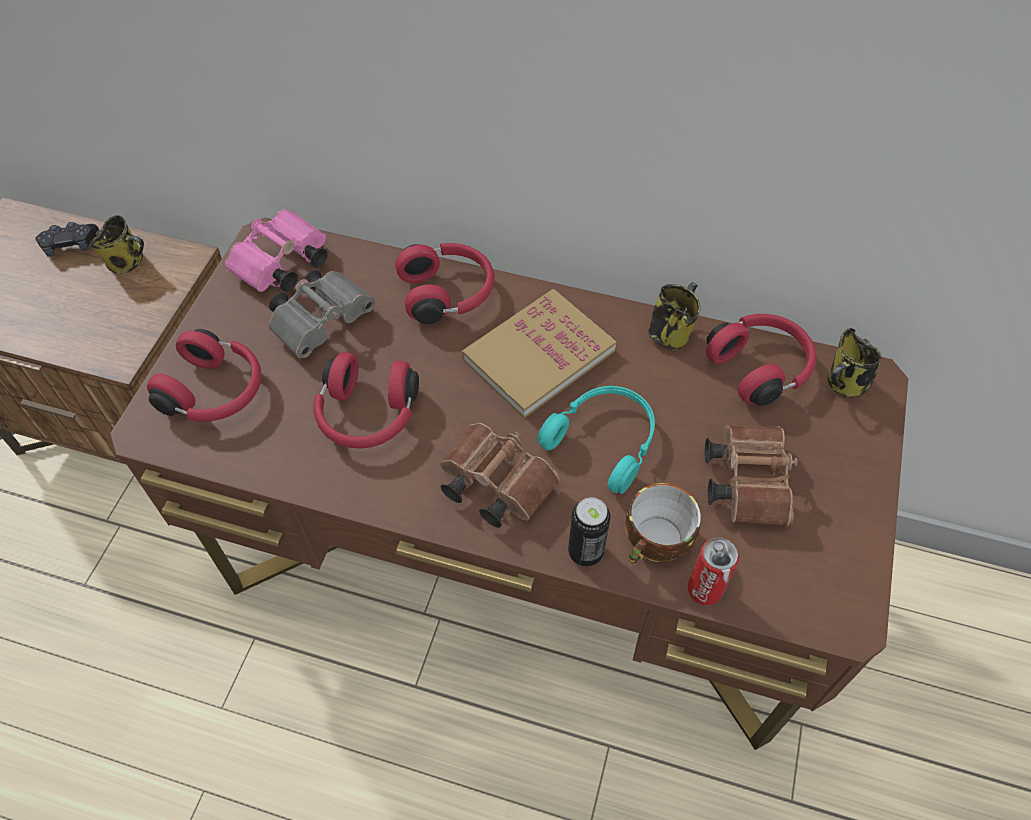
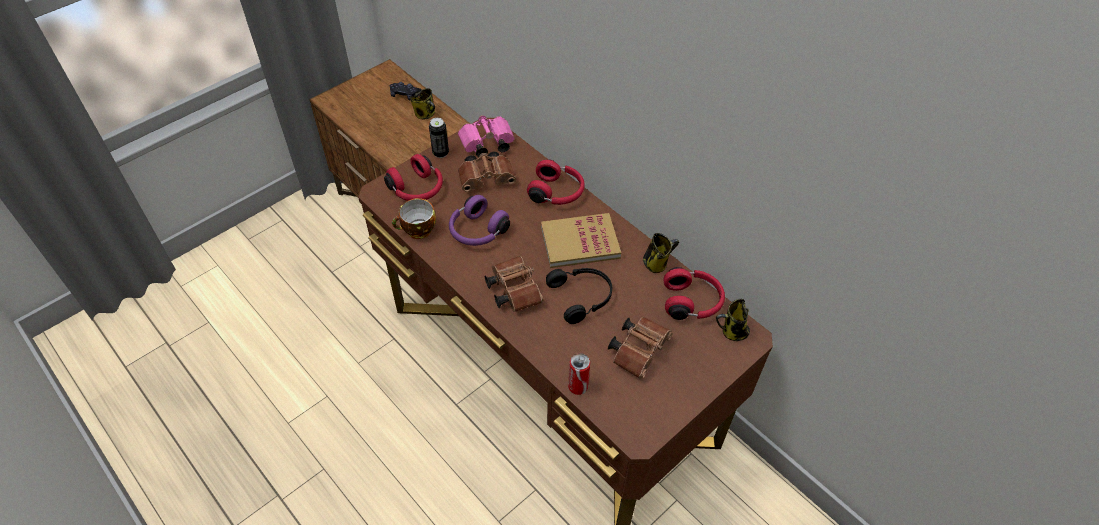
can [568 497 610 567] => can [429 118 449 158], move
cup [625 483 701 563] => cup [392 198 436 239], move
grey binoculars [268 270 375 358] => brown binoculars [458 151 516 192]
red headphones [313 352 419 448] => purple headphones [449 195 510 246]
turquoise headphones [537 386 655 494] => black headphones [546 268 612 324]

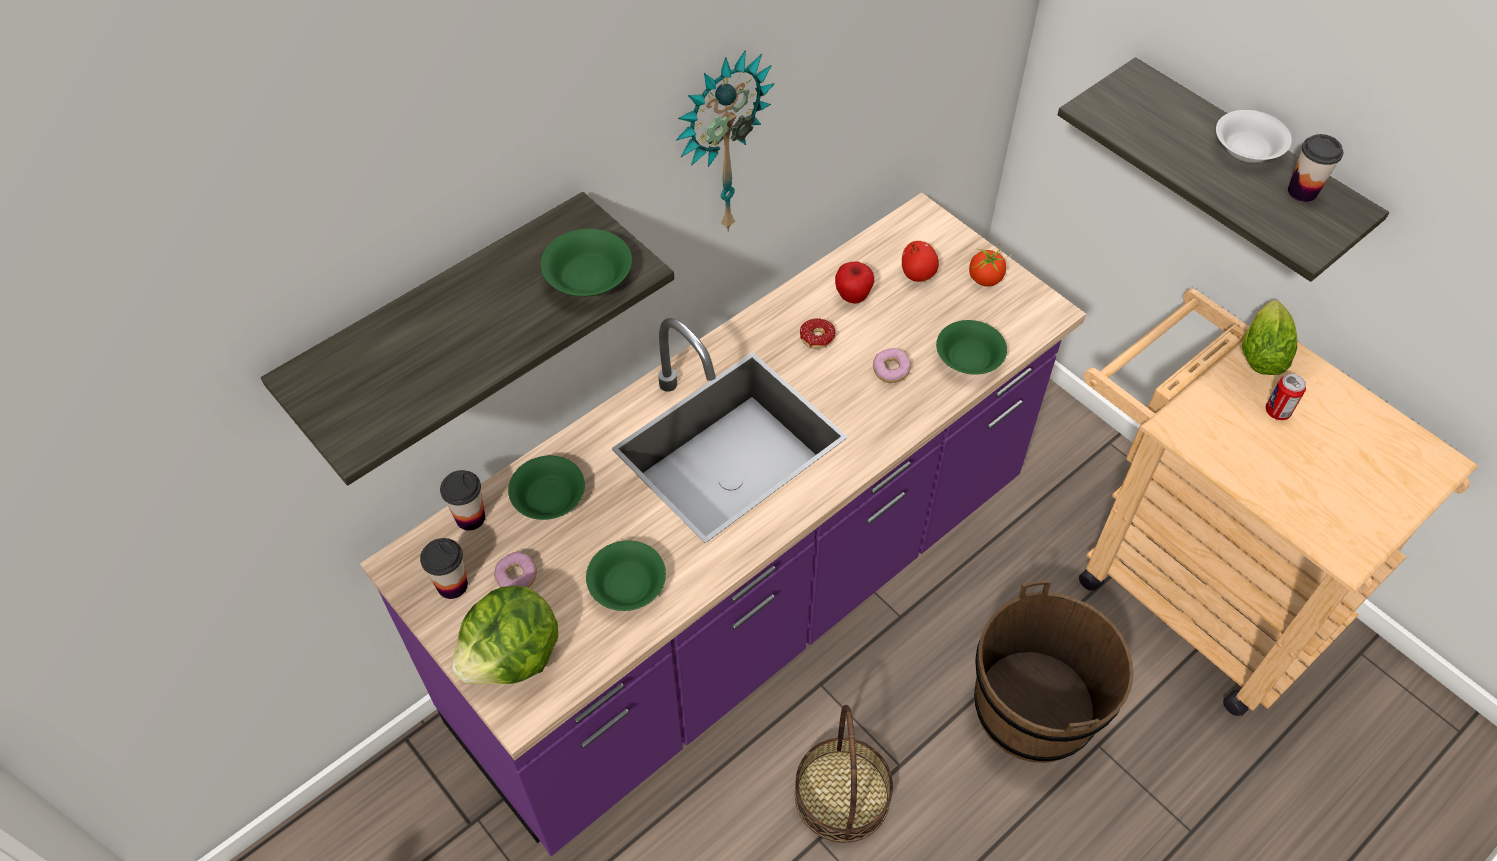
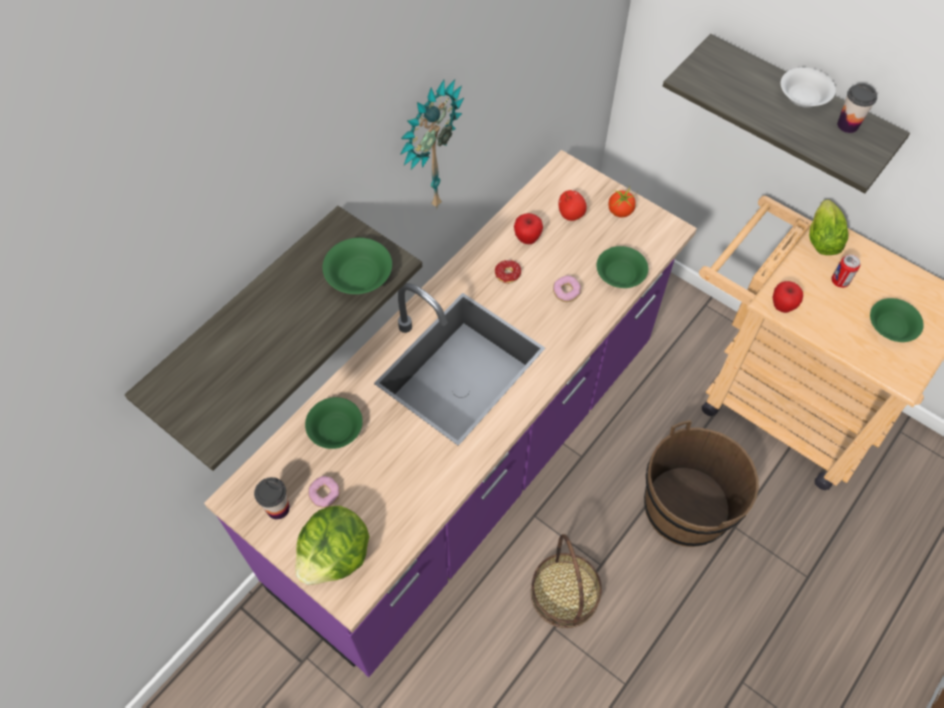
cup [440 470 485 531] => nothing
nothing => apple [772 281 803 313]
green bowl [586 540 666 611] => green bowl [870 298 924 342], move

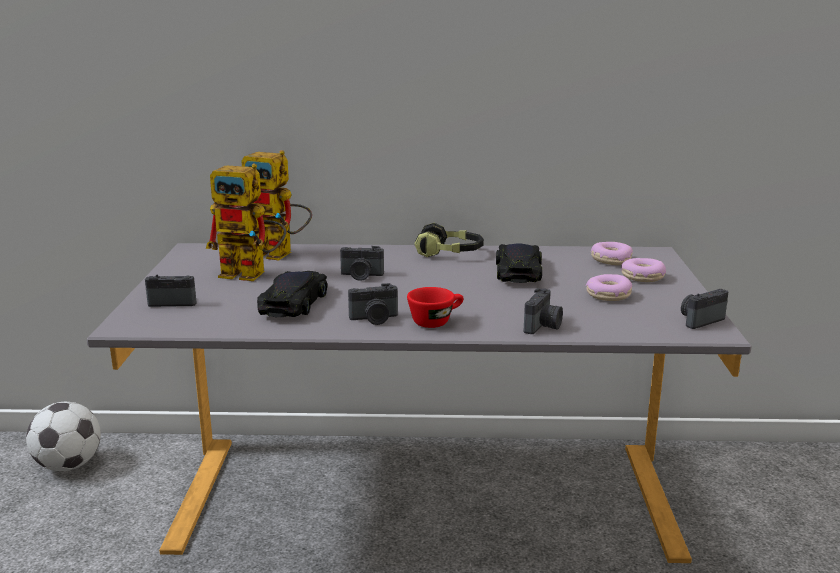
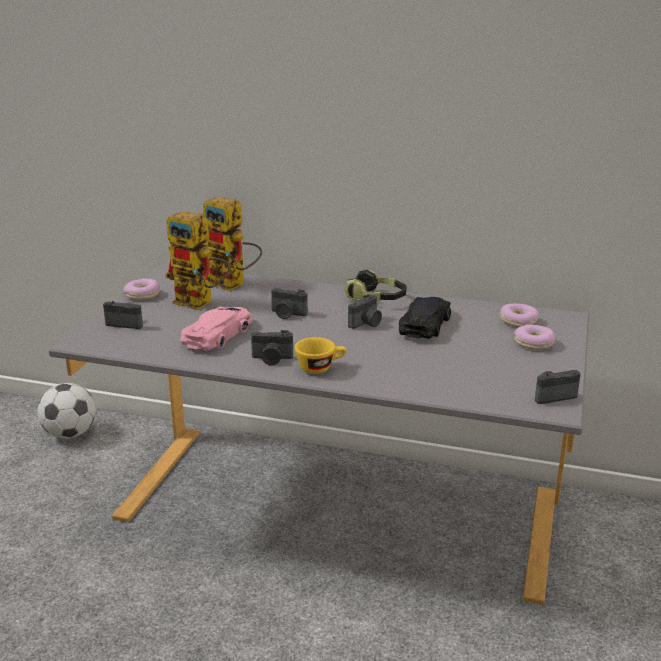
photo camera [524 288 563 334] => photo camera [348 294 382 329], move
donut [585 274 632 301] => donut [124 279 160 300], move
black toy car [257 271 328 317] => pink toy car [180 307 252 350]
red cup [407 287 464 328] => yellow cup [295 337 346 374]

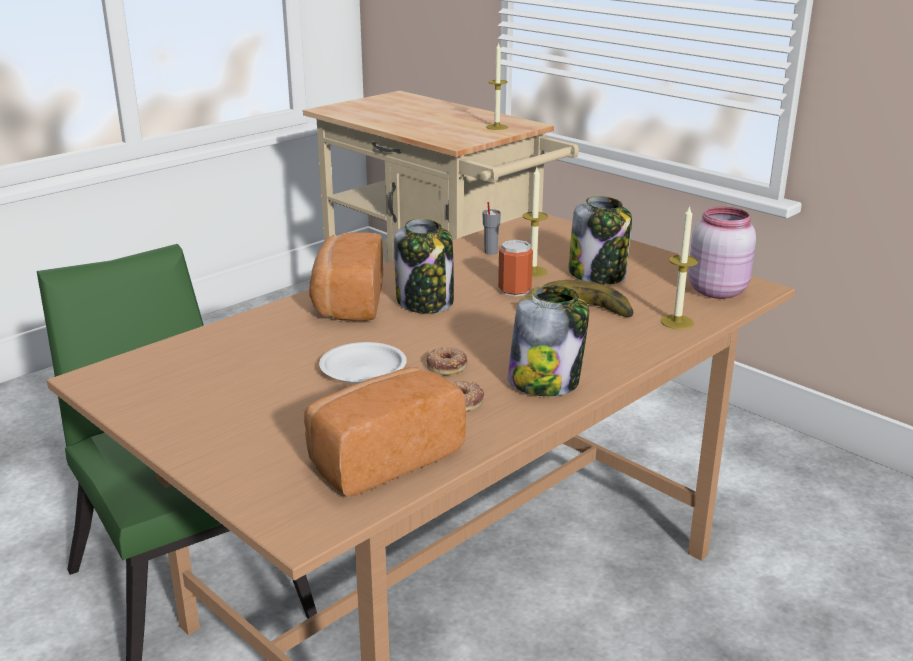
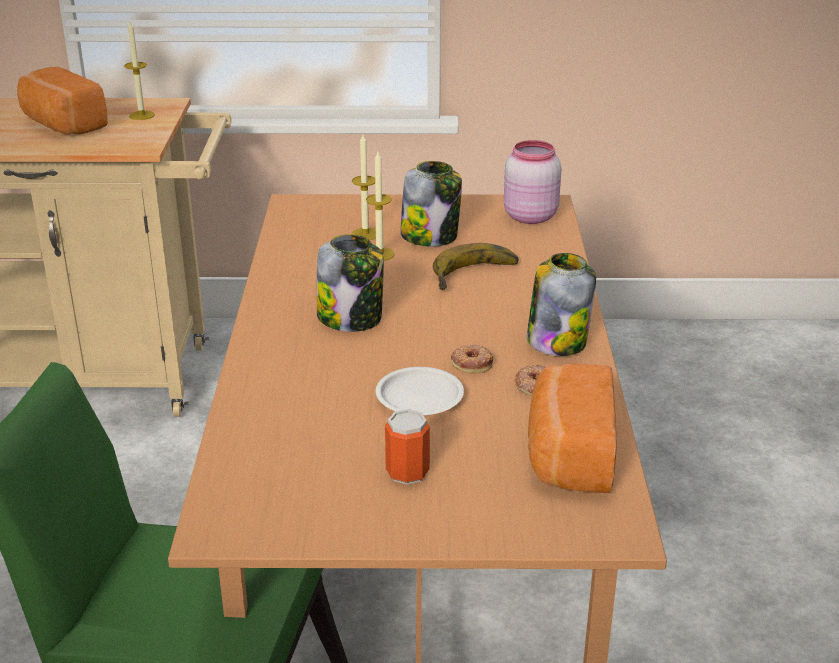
grey cup [482 202 501 255] => nothing
bread [309 232 383 321] => bread [17 67 108 135], move
can [498 240 533 297] => can [385 409 430 485], move
candle [661 205 698 329] => candle [352 134 376 240], move

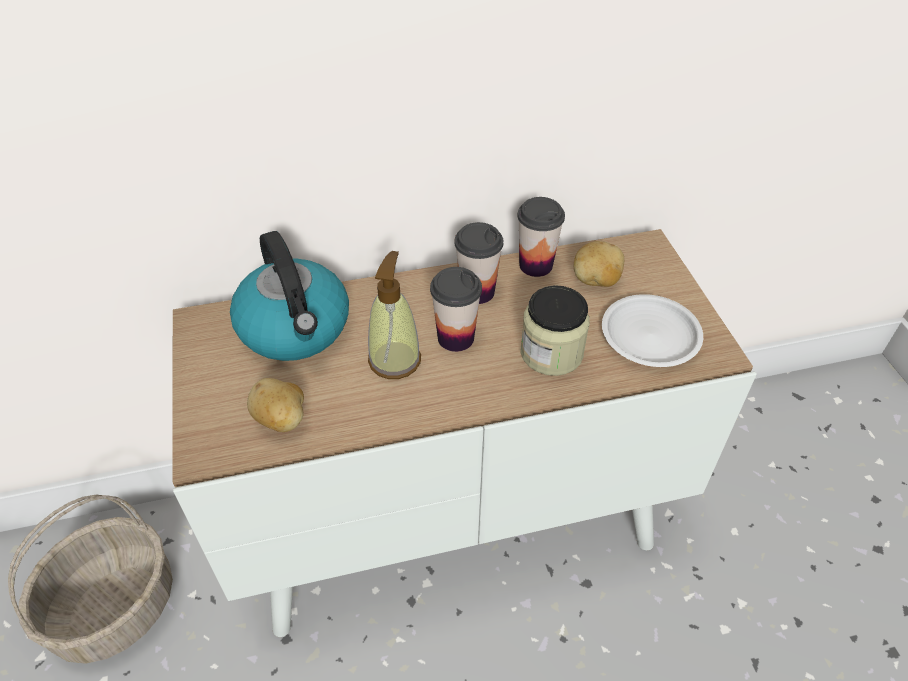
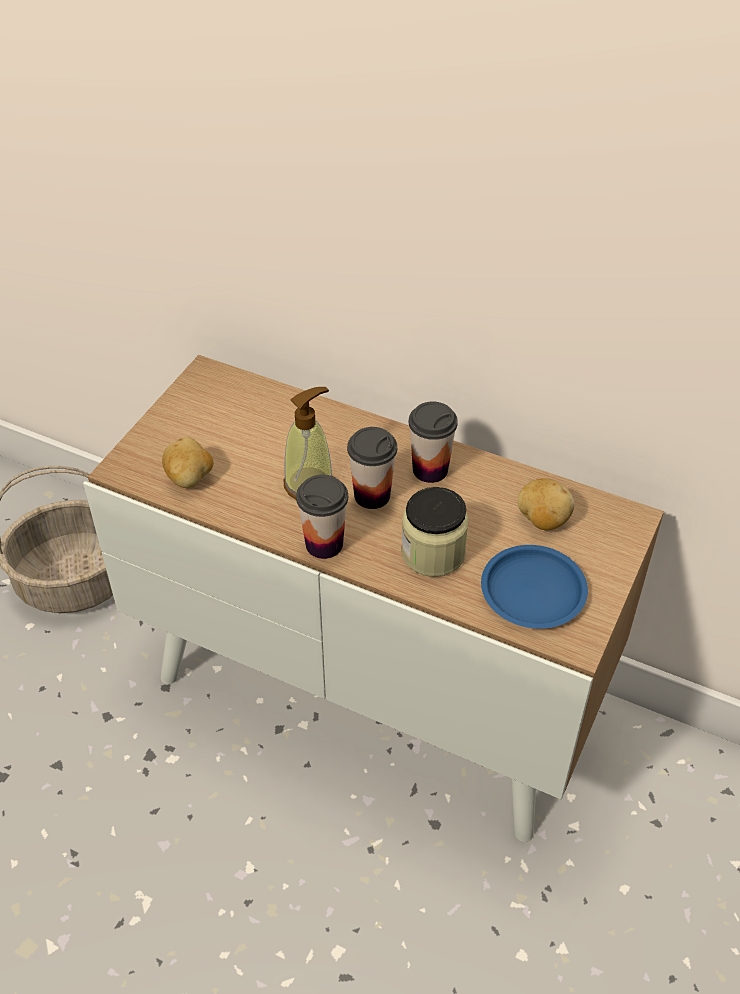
kettle [230 231 349 361] => nothing
cup [517 197 565 277] => cup [296 475 348 559], move
white plate [602 294 703 367] => blue plate [481 545 588 629]

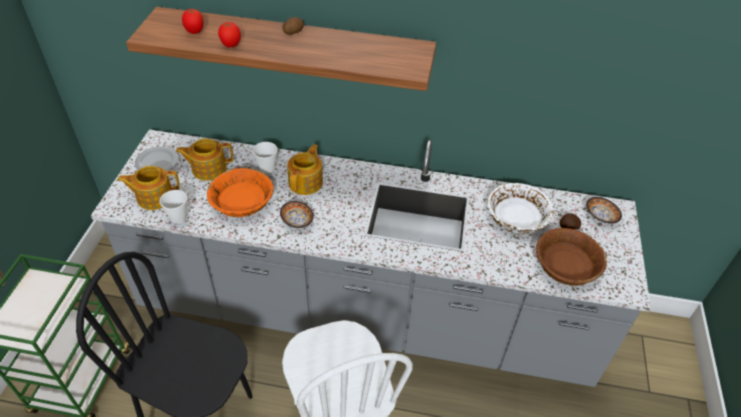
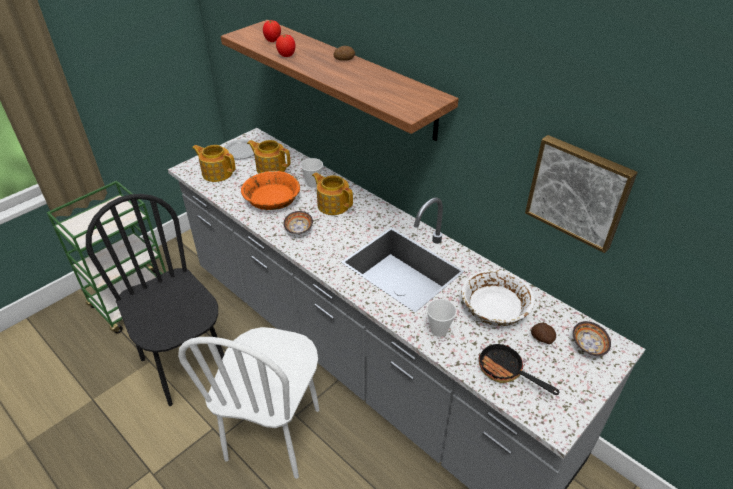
nothing => picture [525 135 638 253]
cup [159 190 187 224] => cup [427 299 457 337], move
brown bowl [536 228 607 286] => frying pan [479 342 559 395]
teapot [287 144 323 195] => teapot [312 173 353 215], 105 degrees counterclockwise

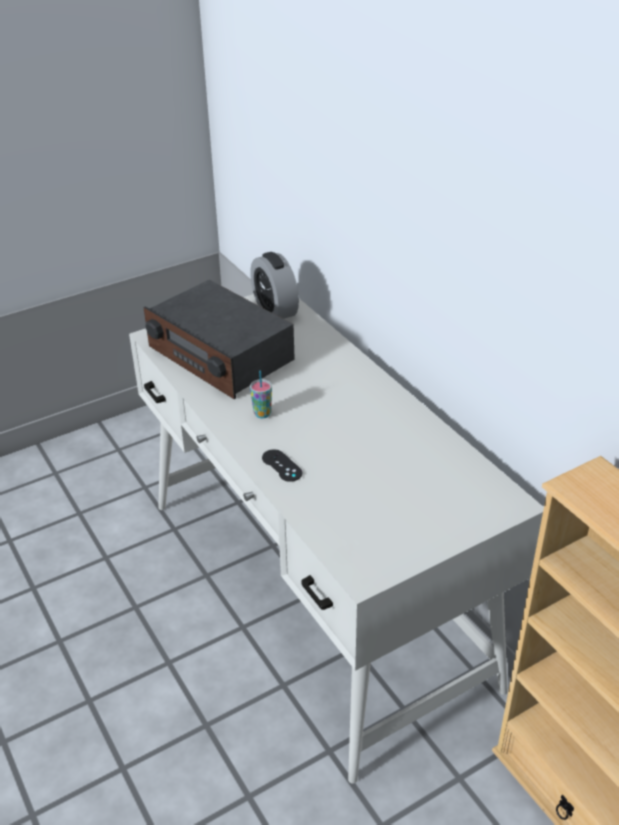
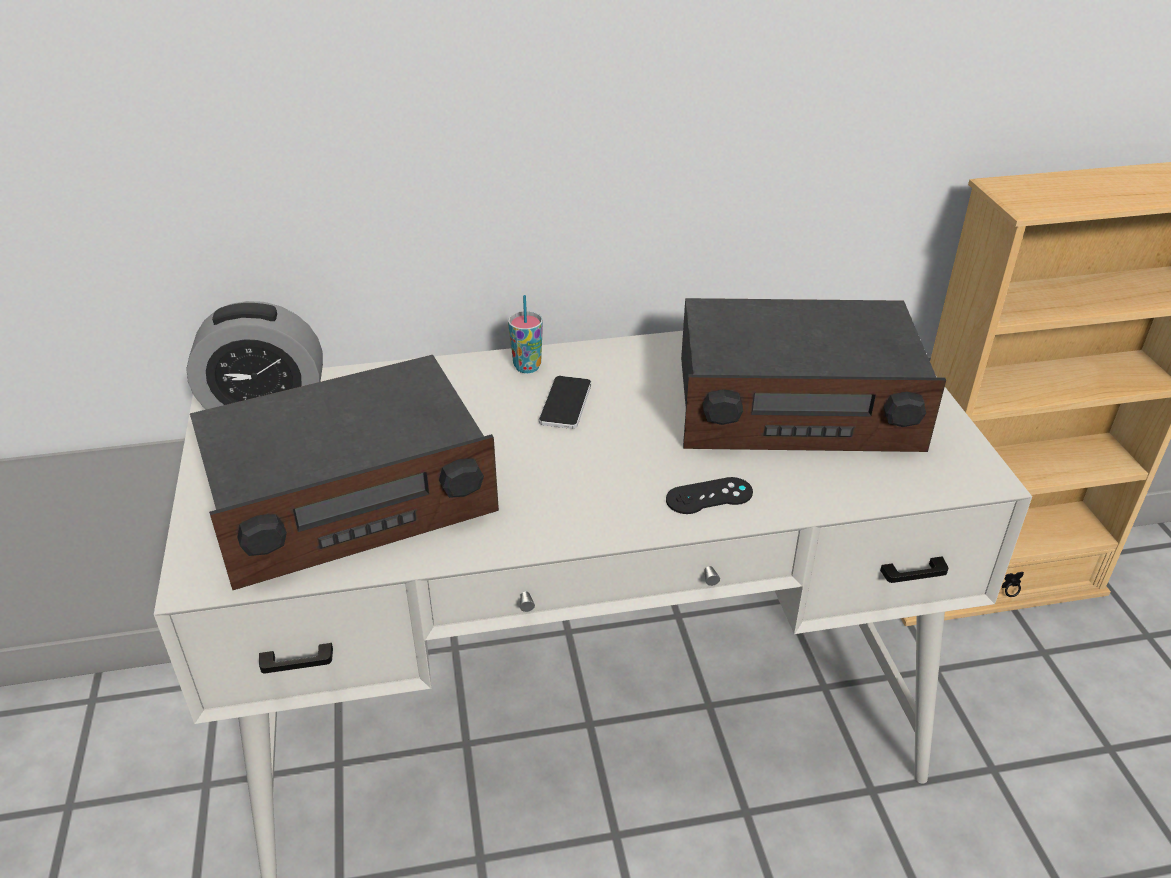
nothing => phone [539 376 591 429]
nothing => radio [681 298 946 452]
cup [250 371 272 418] => cup [508 295 543 373], move

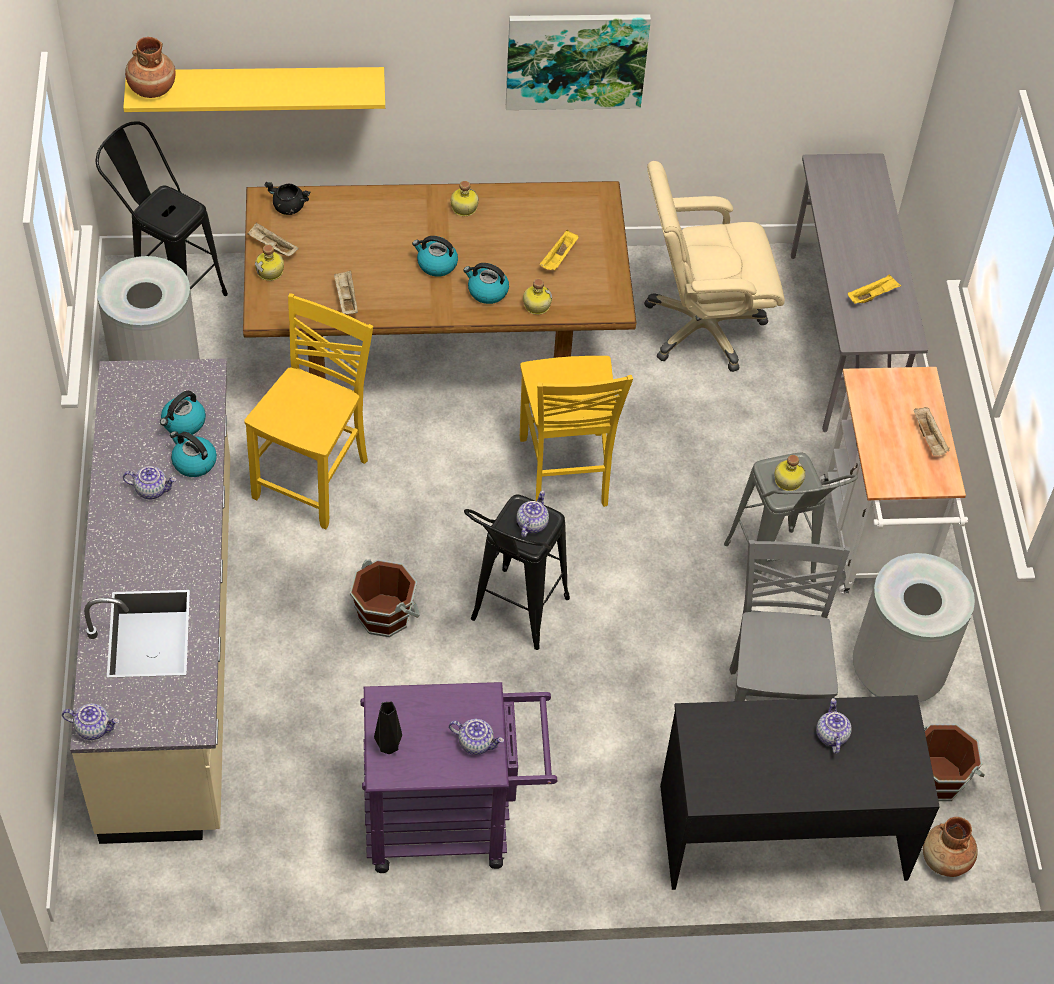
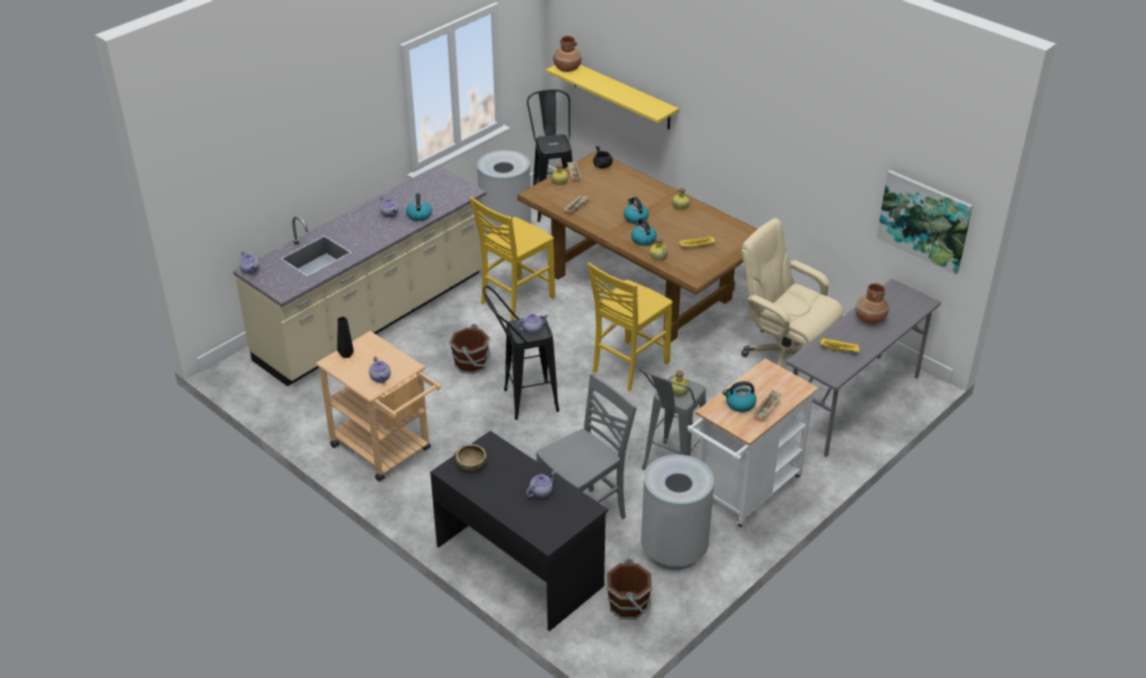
nothing => brown bowl [454 444 488 471]
kettle [160 391 206 435] => kettle [722 381 757 412], move
picture [506 14 651 110] => picture [877 170 973 275], move
brown vase [923 817 978 877] => brown vase [855 283 889 324], move
purple cart [360 682 557 873] => beige cart [315 331 441 481]
yellow chair [244 293 373 530] => yellow chair [470 197 555 321], 150 degrees clockwise

